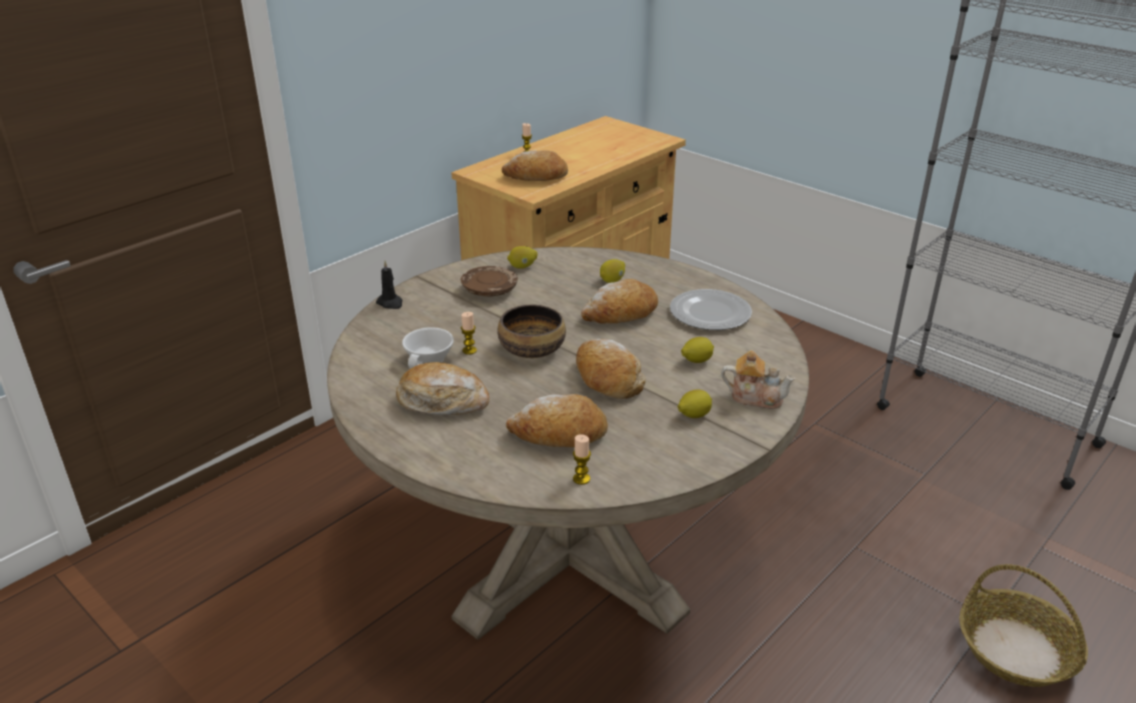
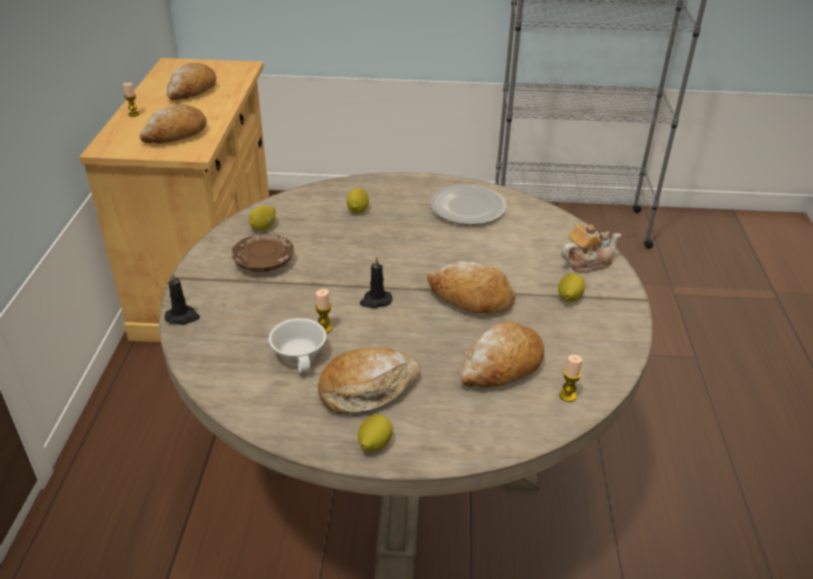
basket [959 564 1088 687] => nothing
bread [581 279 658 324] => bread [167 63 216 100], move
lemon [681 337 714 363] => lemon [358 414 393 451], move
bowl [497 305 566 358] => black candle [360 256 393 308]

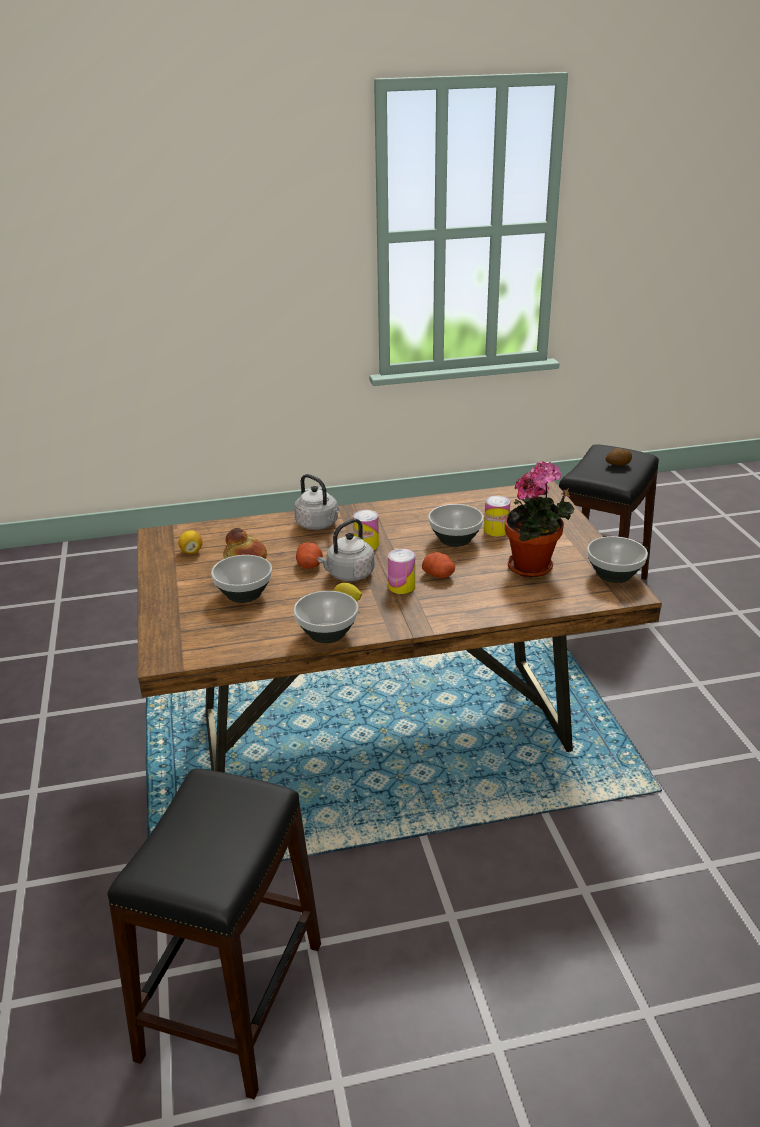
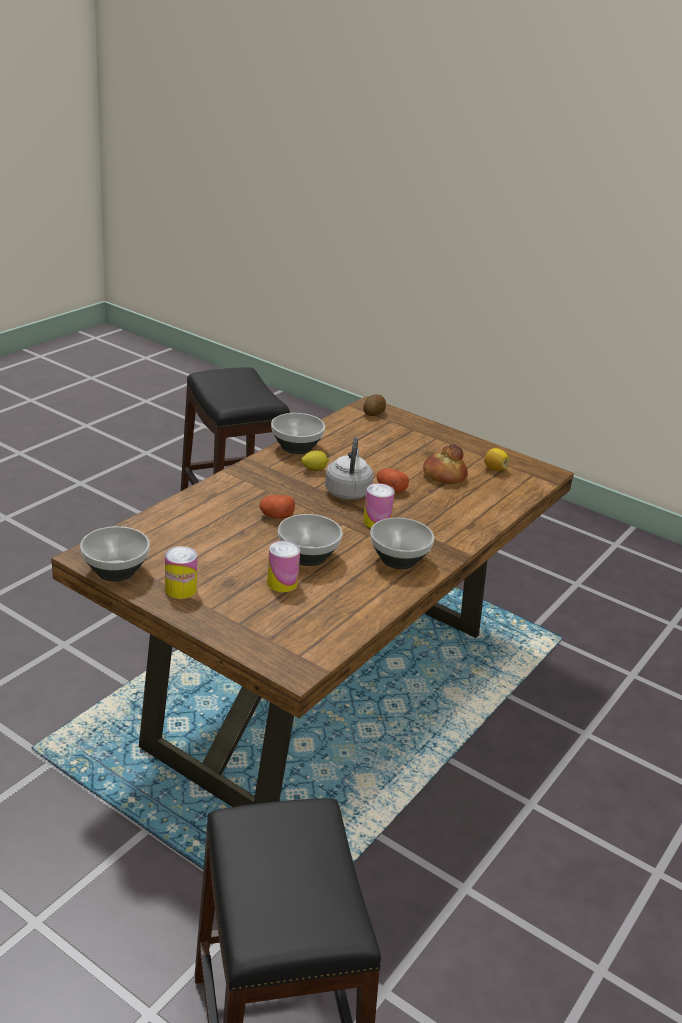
grey kettle [294 474 339 530] => nothing
potted plant [505 461 574 578] => nothing
bowl [211 555 272 603] => bowl [370 517 434 569], move
can [388 549 415 594] => can [165 546 197 599], move
potato [606 448 632 466] => potato [363 394 386 416], move

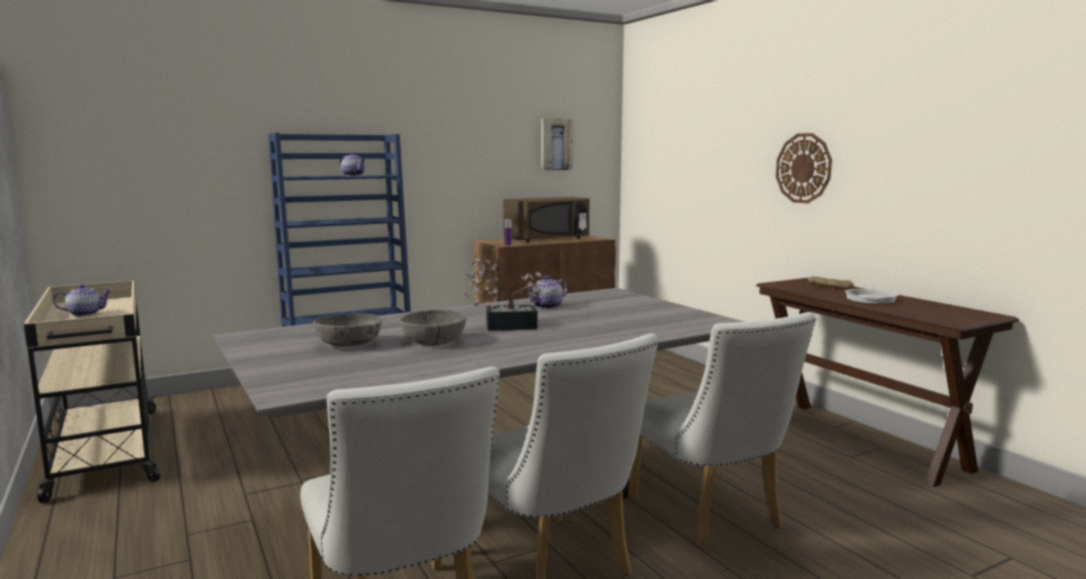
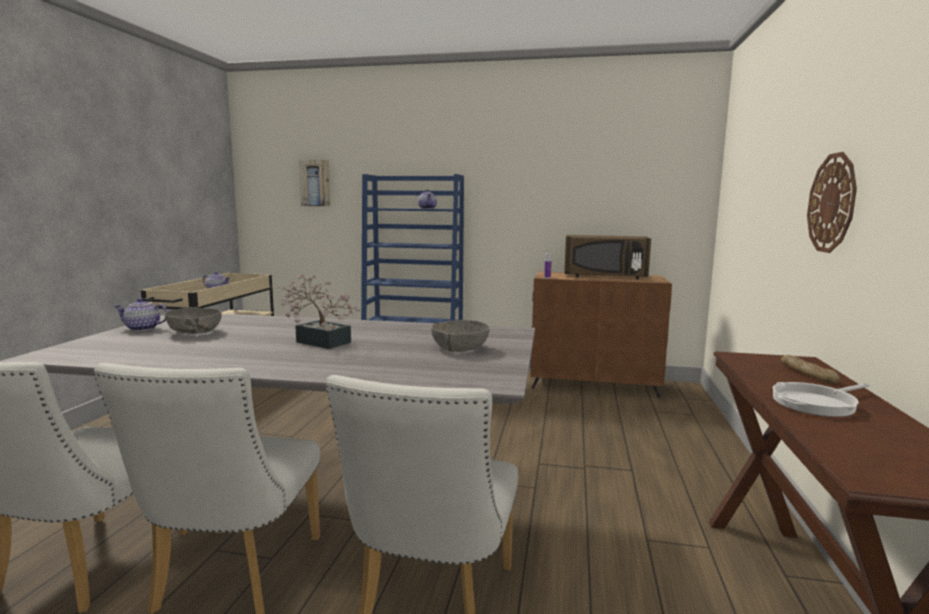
grey bowl [399 310 466 346] => grey bowl [431 320 490 352], move
teapot [528 275 568 309] => teapot [114 298 168 331], move
picture [541 119 573 170] => picture [299 160 330 206], move

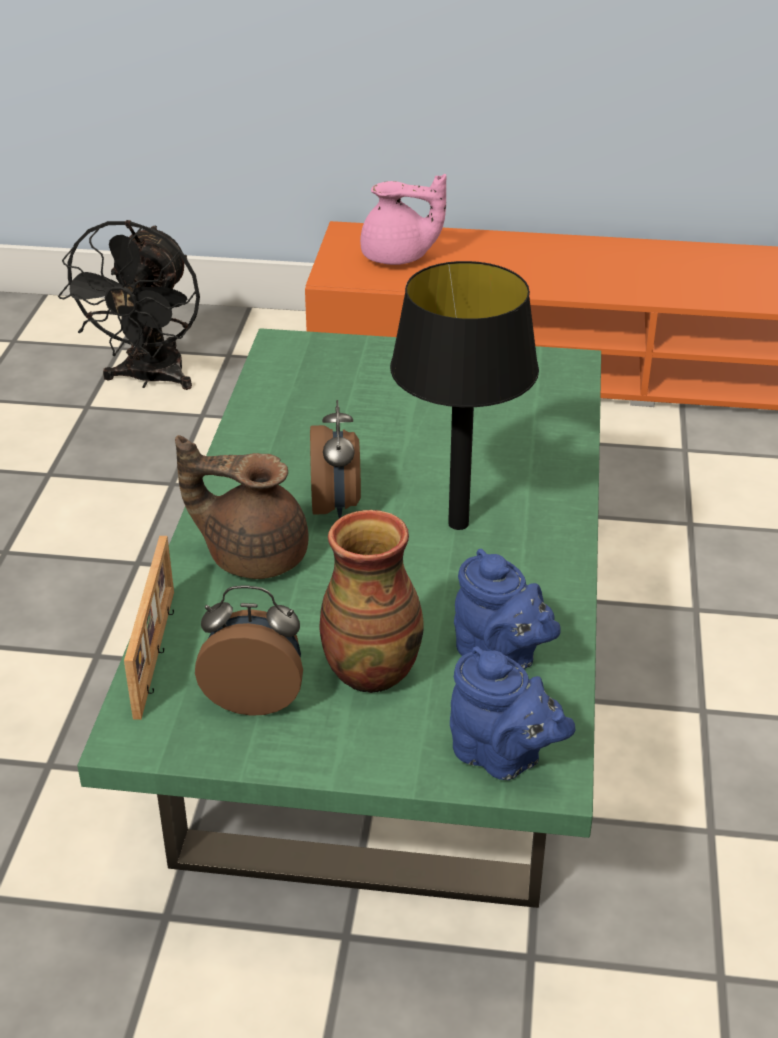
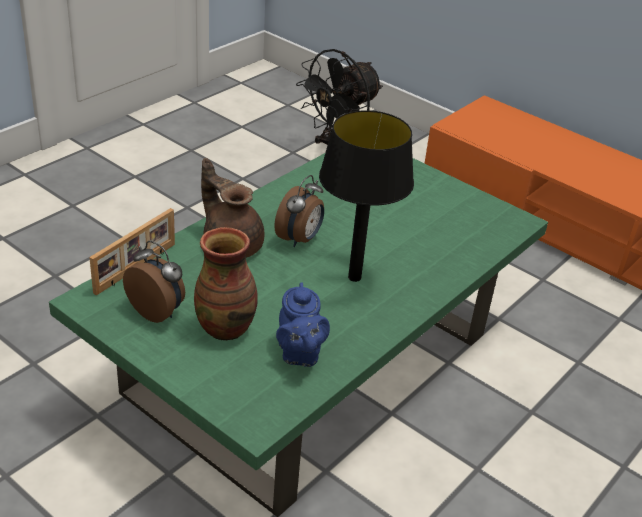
pink teapot [360 174 446 265] => nothing
blue teapot [450 646 575 780] => nothing

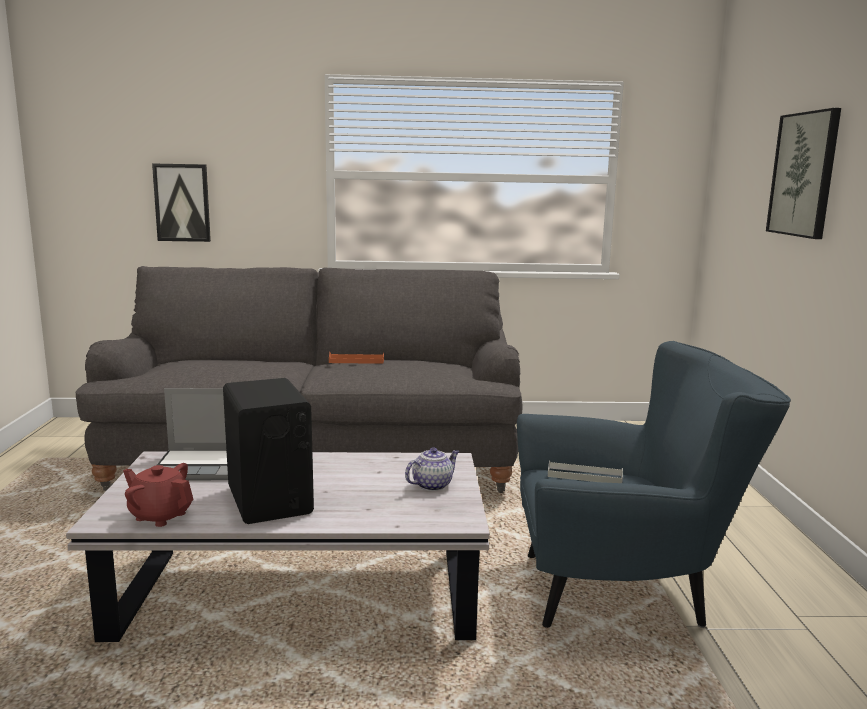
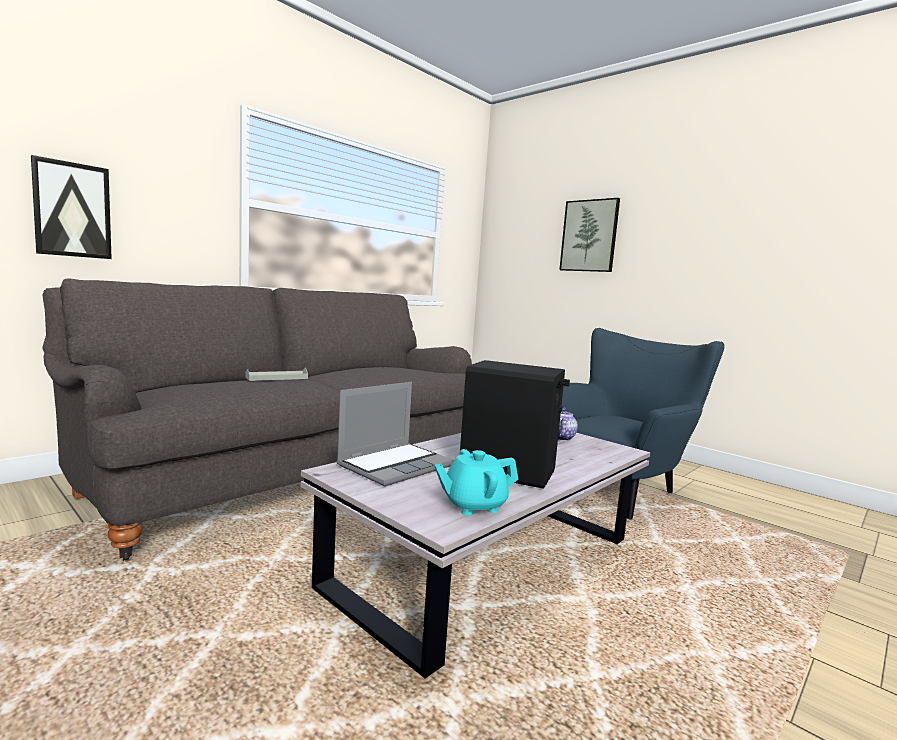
orange tray [329 352 384 364] => nothing
grey tray [548 461 623 483] => grey tray [246 368 308 381], move
red teapot [123 463 194 527] => turquoise teapot [434 449 518 515]

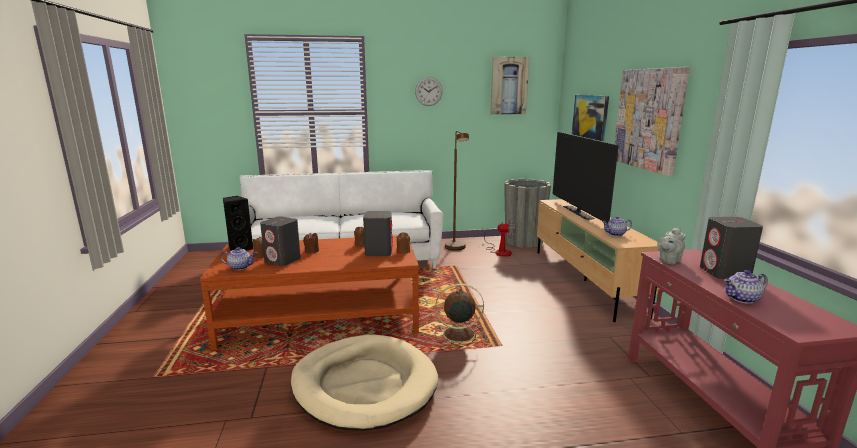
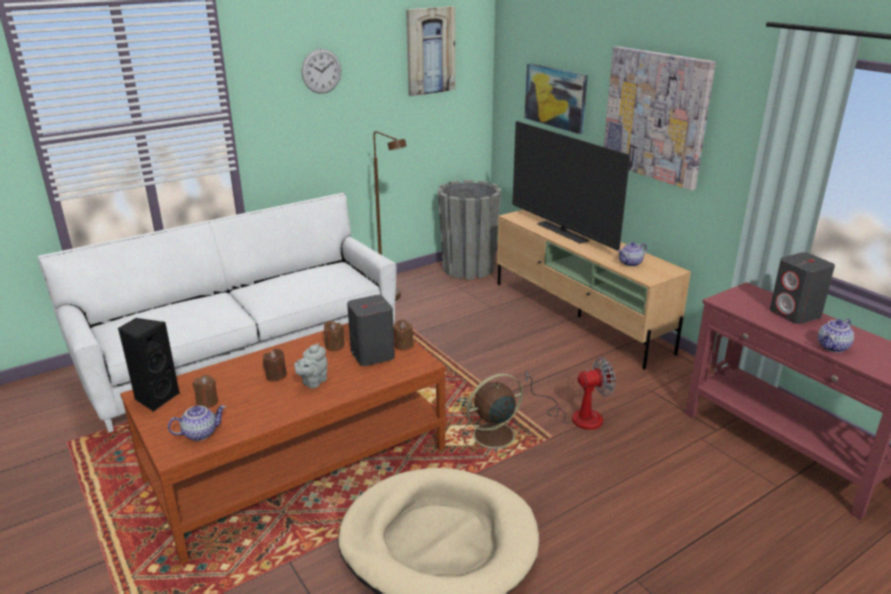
grey speaker [260 216 301 266] => nothing
fan [482 219 516 257] => fan [525 358 615 430], move
grey teapot [657 228 686 264] => grey teapot [294 343 327 388], move

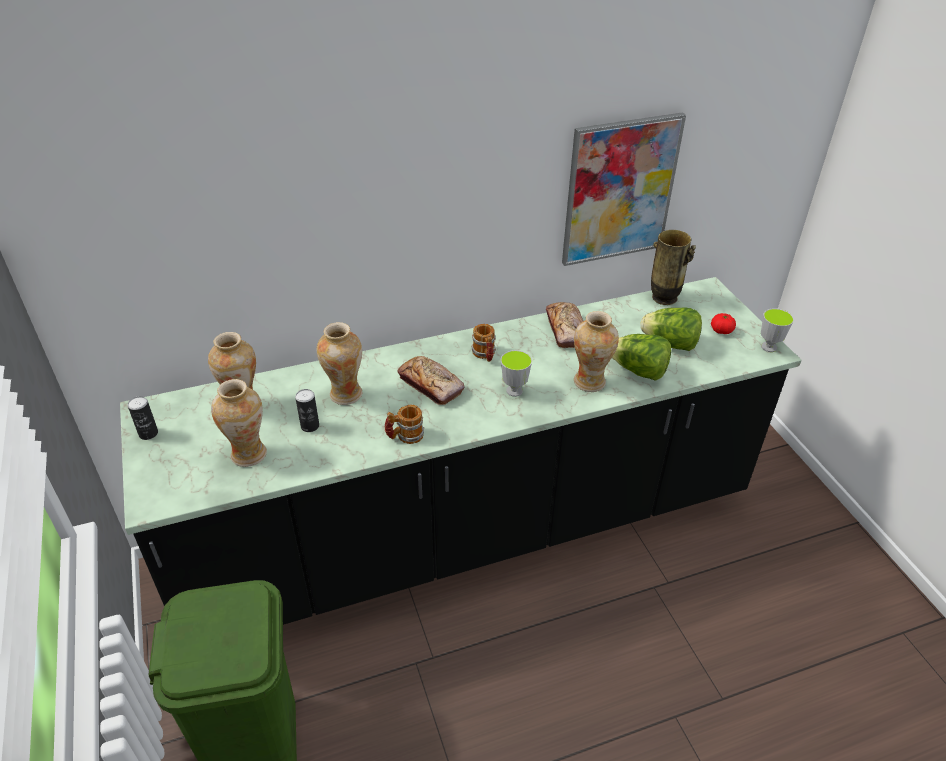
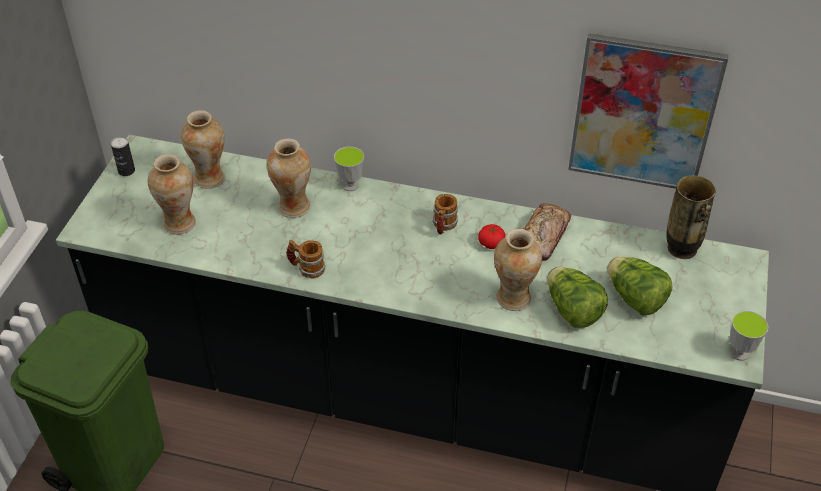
can [295 389 319 432] => nothing
bread [397 356 465 405] => nothing
cup [501 350 532 397] => cup [334 146 364 191], move
tomato [711 313 736 334] => tomato [478 224 506 249], move

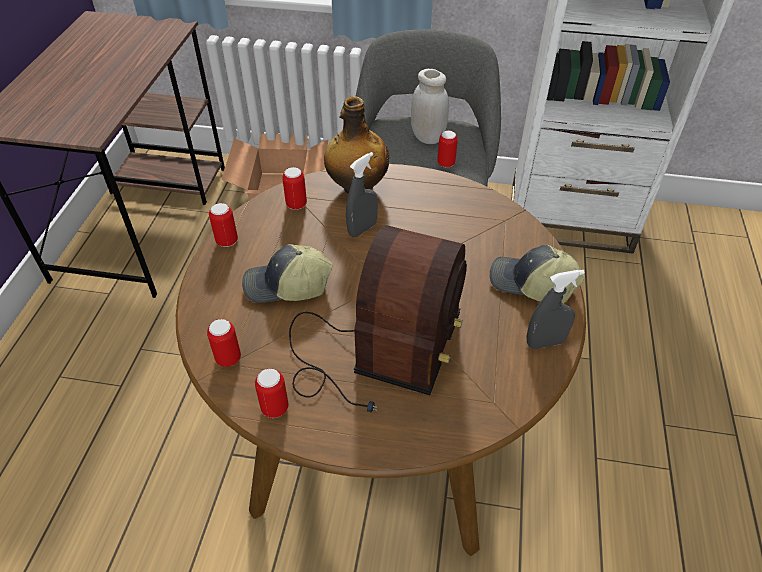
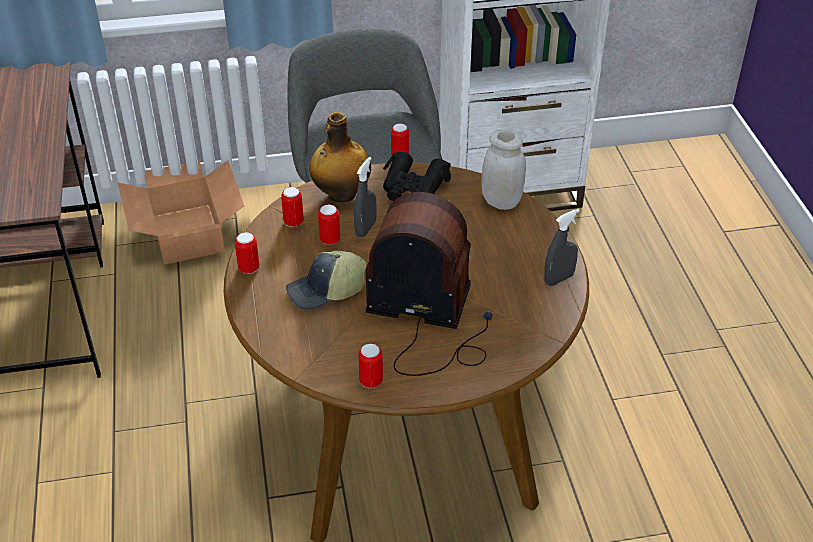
cap [490 245 585 303] => nothing
nothing => black binoculars [383 152 451 201]
can [207 319 241 367] => can [318 205 340 245], move
white jar [411 69 449 144] => white jar [482 130 526 210], move
radio [289 225 467 412] => radio [366 192 492 376], 75 degrees counterclockwise

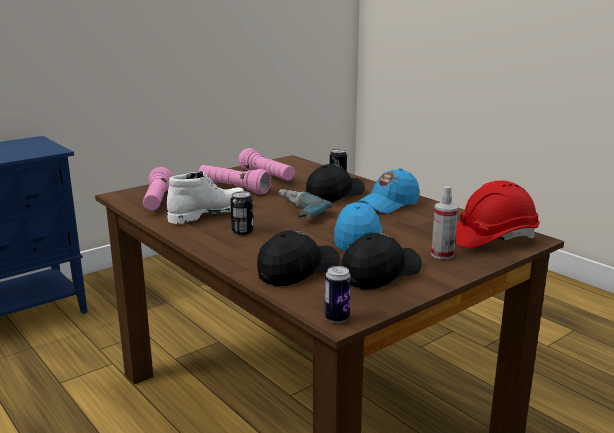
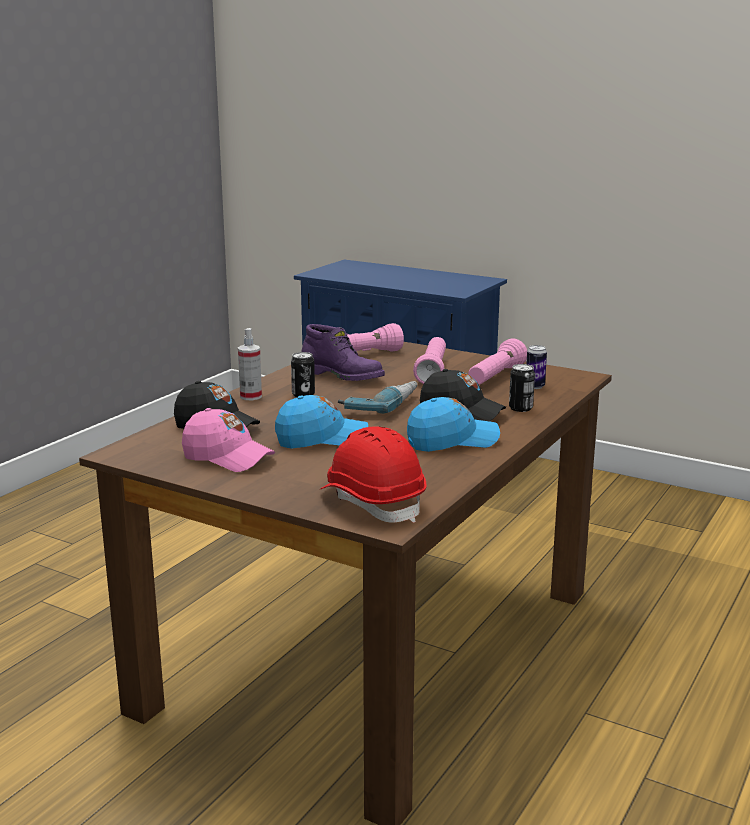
can [325 266 351 323] => can [527 345 547 389], move
spray bottle [431 186 458 260] => spray bottle [238 328 262 400], move
white boot [167 171 244 224] => purple boot [302 324 385 381]
black cap [342 233 422 289] => pink cap [182 408 275 472]
blue cap [357 168 419 214] => blue cap [407 397 500 452], 135 degrees clockwise

